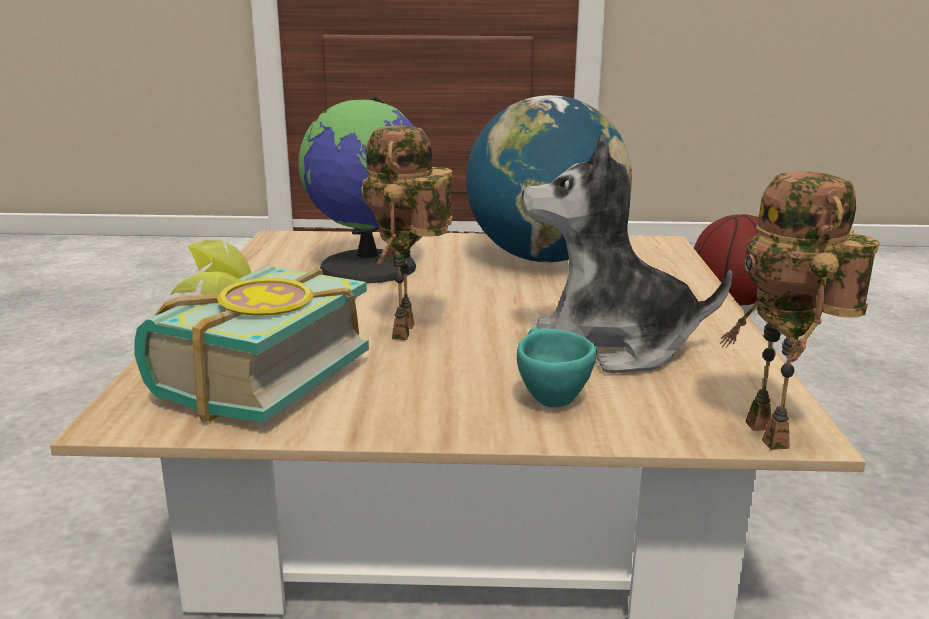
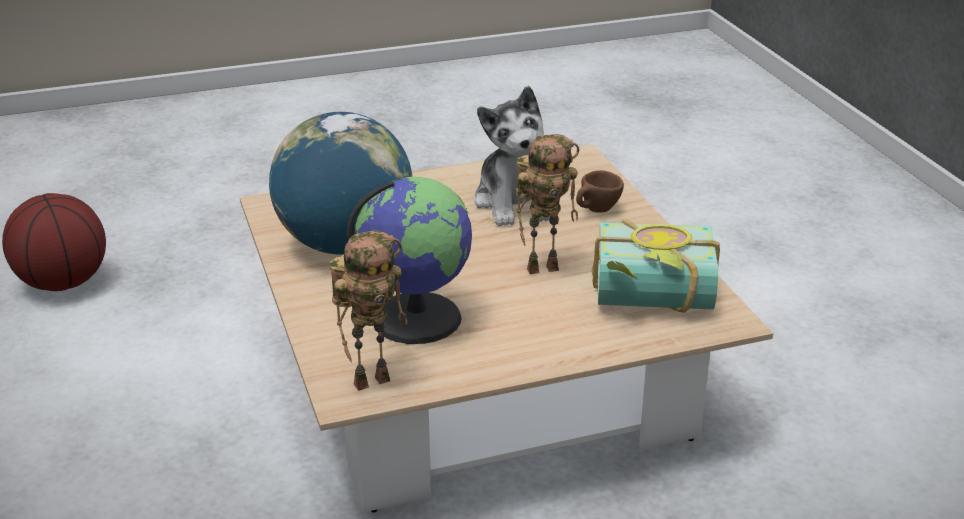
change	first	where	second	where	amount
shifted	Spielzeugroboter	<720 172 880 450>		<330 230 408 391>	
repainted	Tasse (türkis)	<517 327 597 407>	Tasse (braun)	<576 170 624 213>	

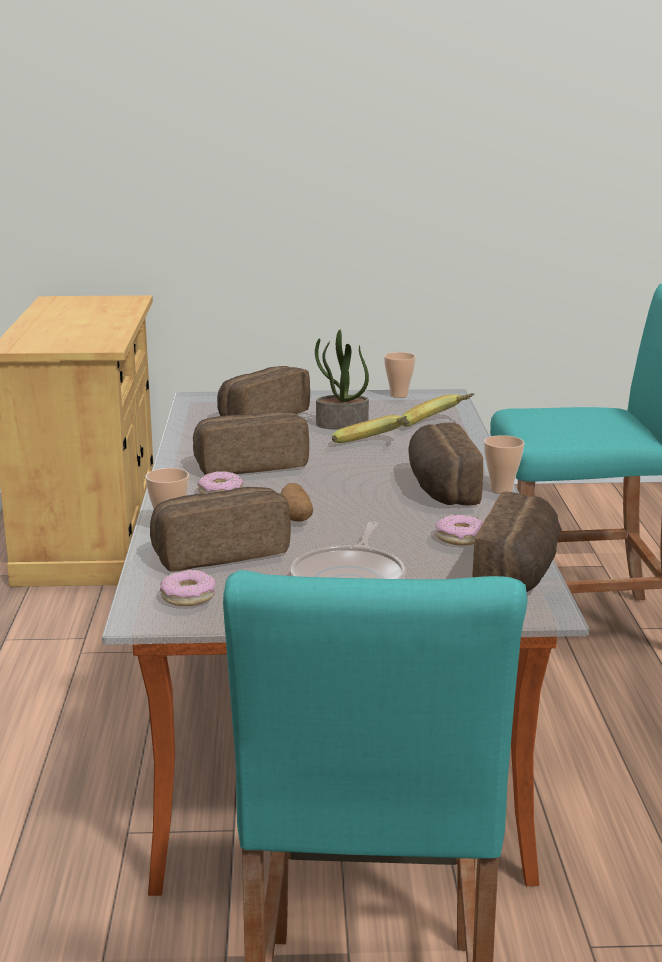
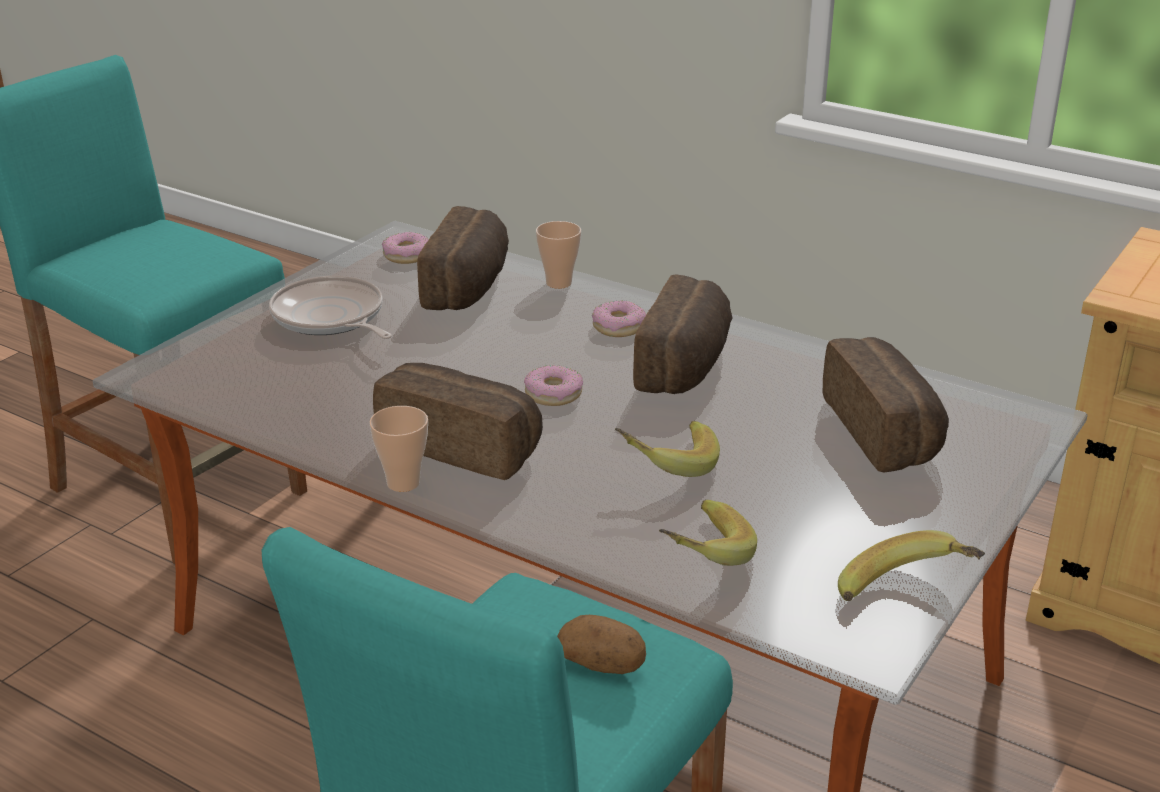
change	first	where	second	where	amount
gone	Topfpflanze	<315 330 369 429>			
swapped	Tasse	<384 352 416 398>	Banane	<838 530 985 601>	
shifted	Kartoffel	<281 483 313 521>		<557 615 646 674>	
gone	Brot	<472 492 562 592>			
shifted	Donut	<436 514 483 546>		<524 365 583 406>	

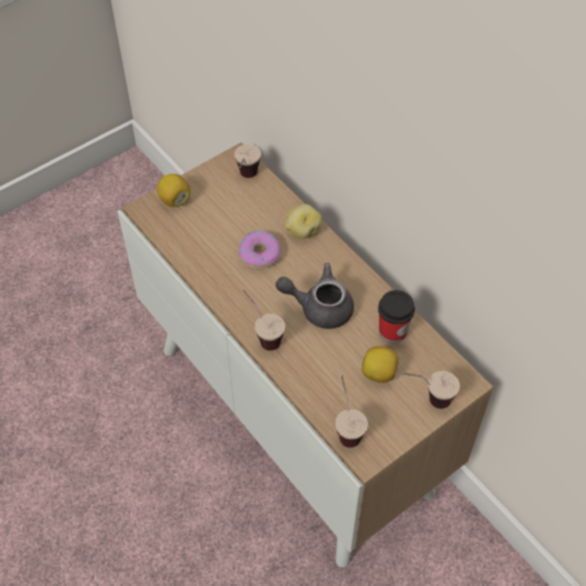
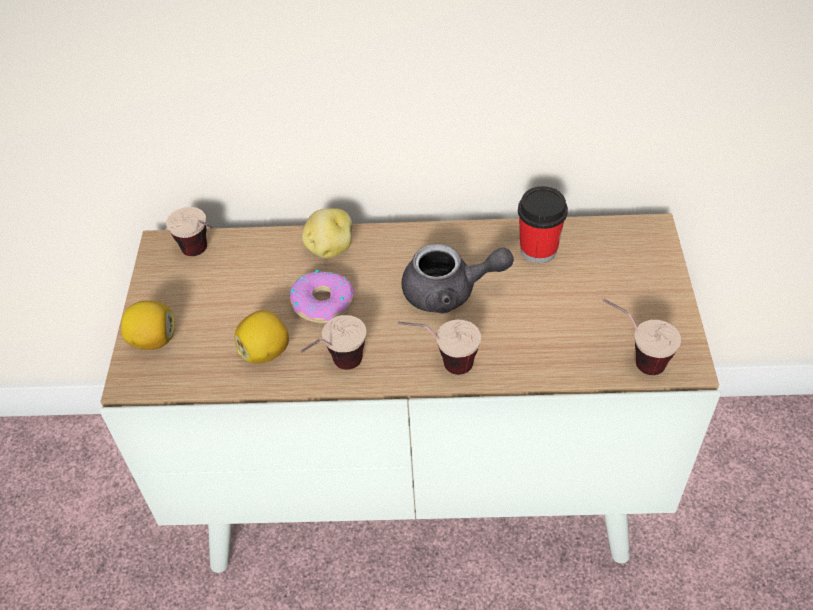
change	first	where	second	where	amount
rotated	Teekanne (grau)	<276 263 354 329>		<402 244 514 314>	135 degrees counterclockwise
shifted	Zitrone	<362 346 399 383>		<235 310 289 363>	
shifted	Tasse	<403 371 460 409>		<300 315 366 370>	

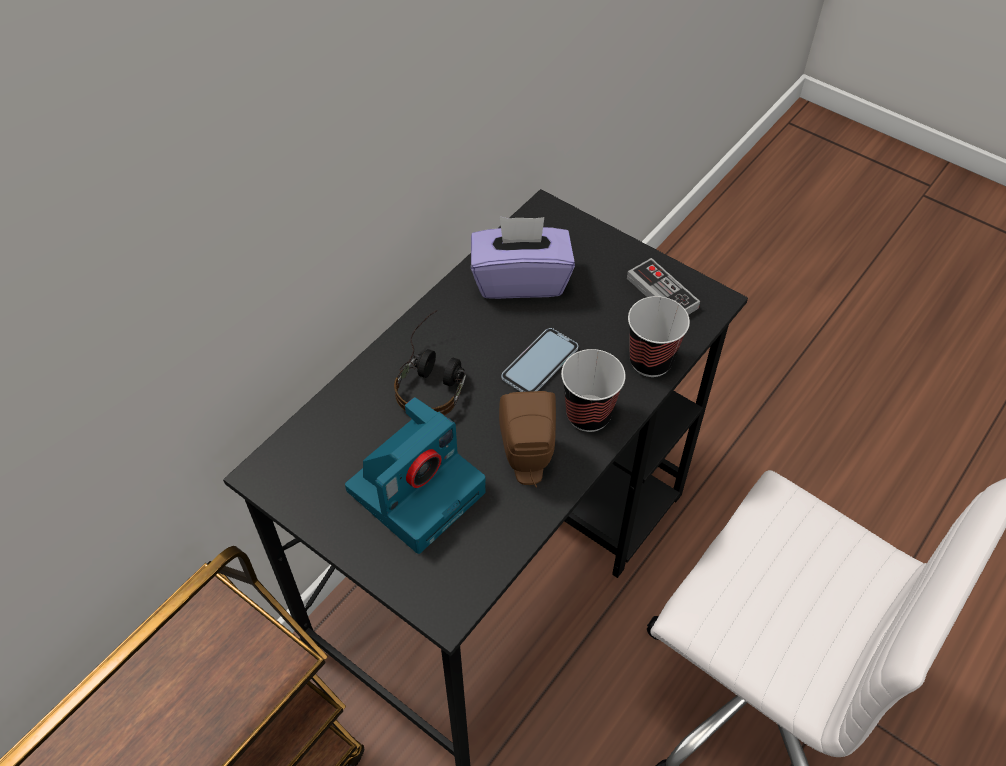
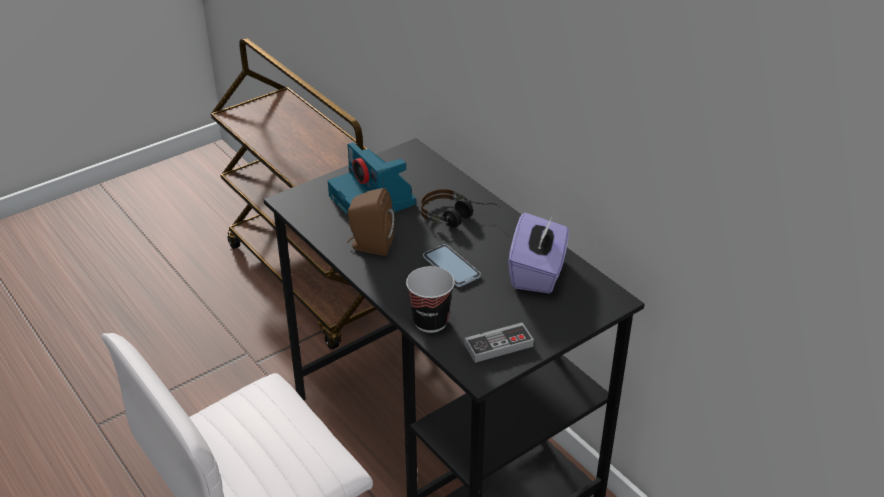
change	first	where	second	where	amount
gone	Tasse	<561 349 626 432>			

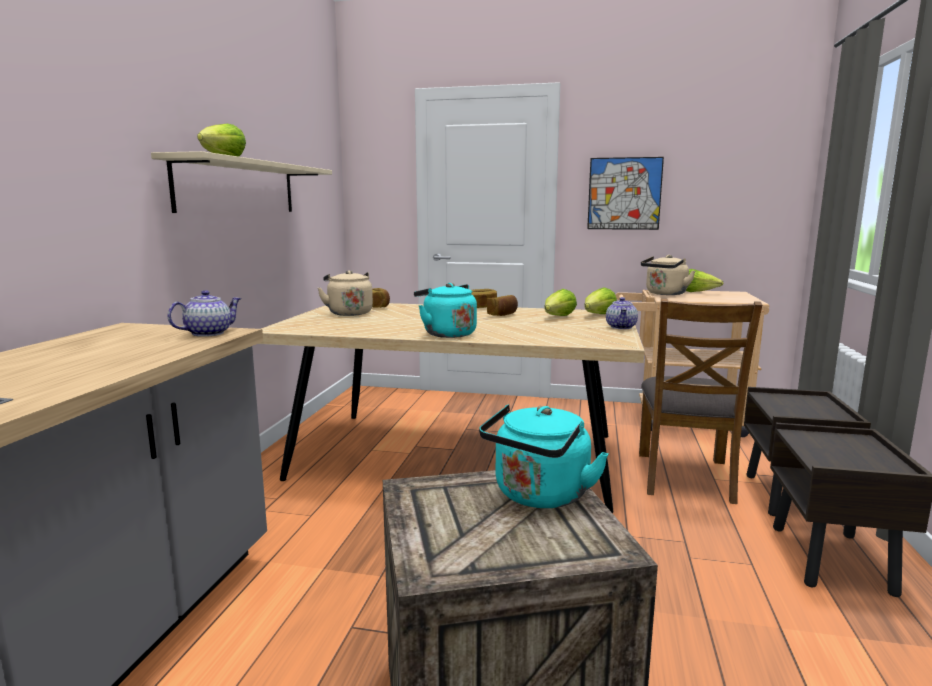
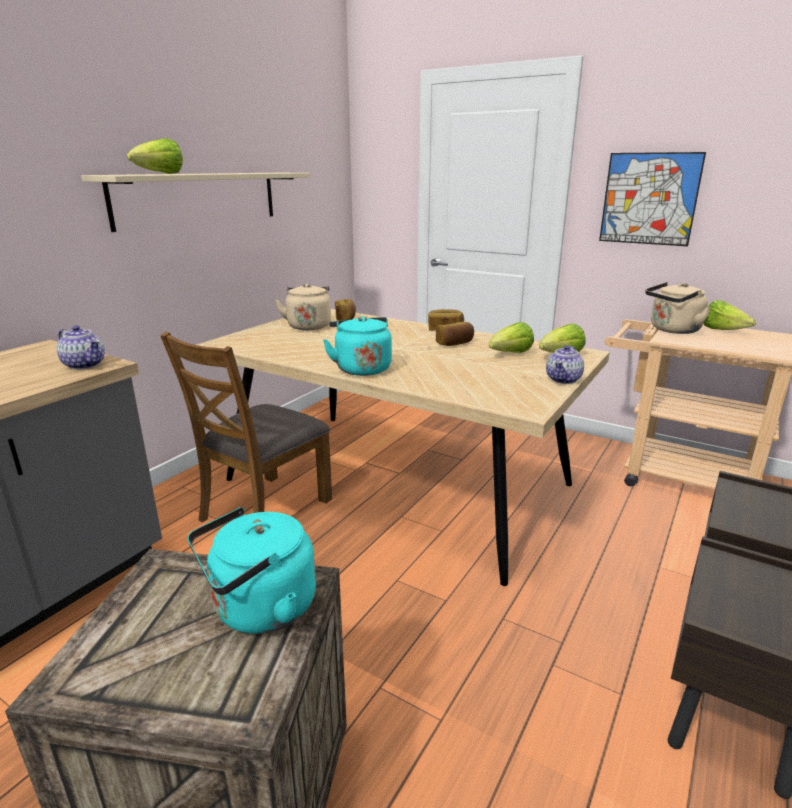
change	first	where	second	where	amount
rotated	Teekanne	<167 290 242 337>		<56 325 105 370>	60 degrees clockwise
shifted	Stuhl (braun)	<639 298 762 504>		<160 332 332 522>	

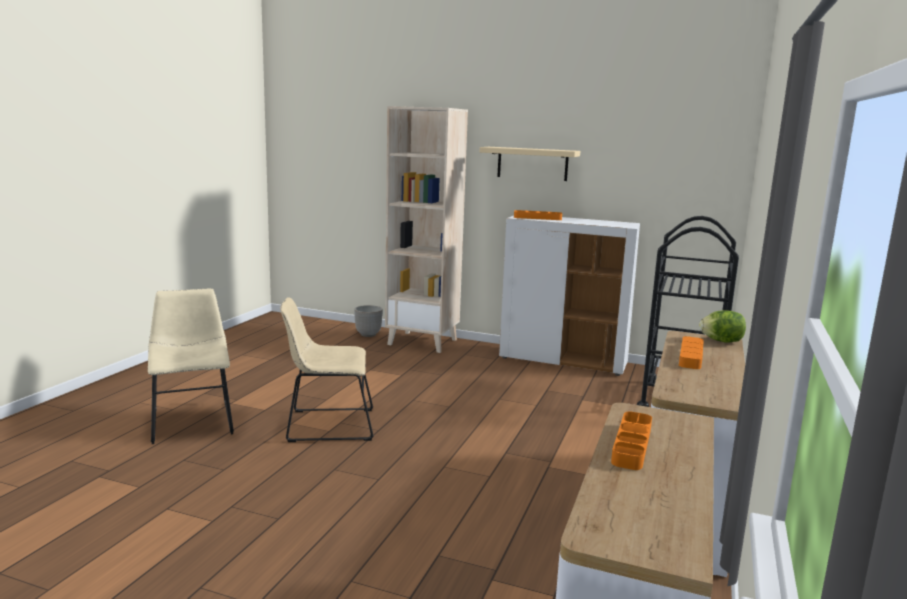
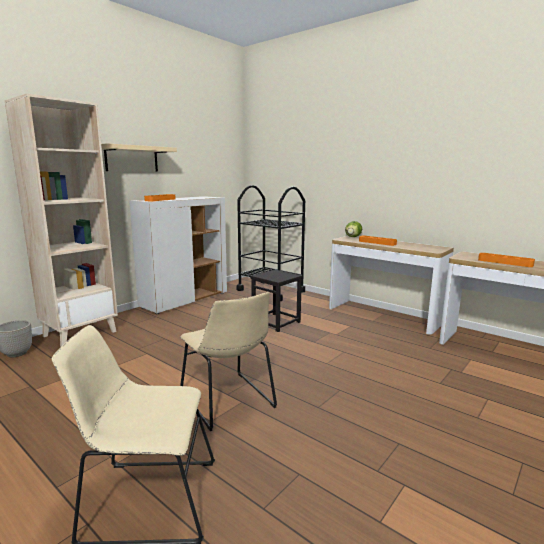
change	first	where	second	where	amount
rotated	Stuhl (beige)	<280 297 374 442>		<180 292 277 431>	45 degrees counterclockwise
new			Hocker (schwarz)	<251 270 303 332>	

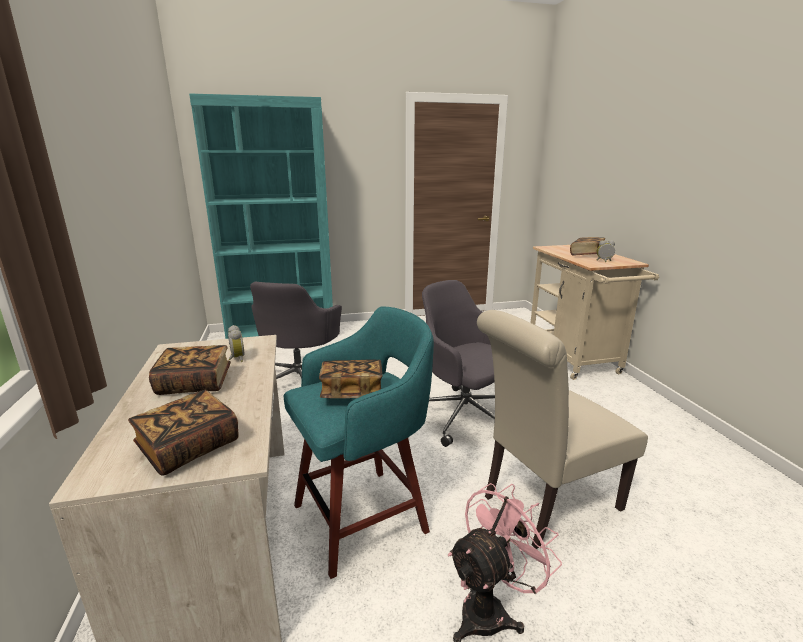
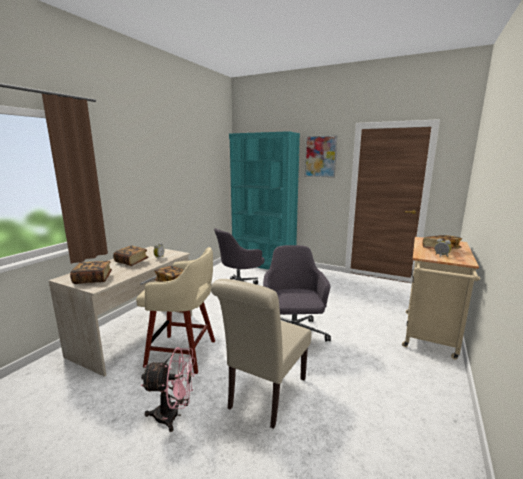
change	first	where	second	where	amount
repainted	Hocker (türkis)	<283 307 434 579>	Hocker (beige)	<136 247 215 374>	
rotated	Stuhl (beige)	<477 310 648 549>		<211 279 311 429>	75 degrees counterclockwise
new			Bild	<305 135 337 178>	

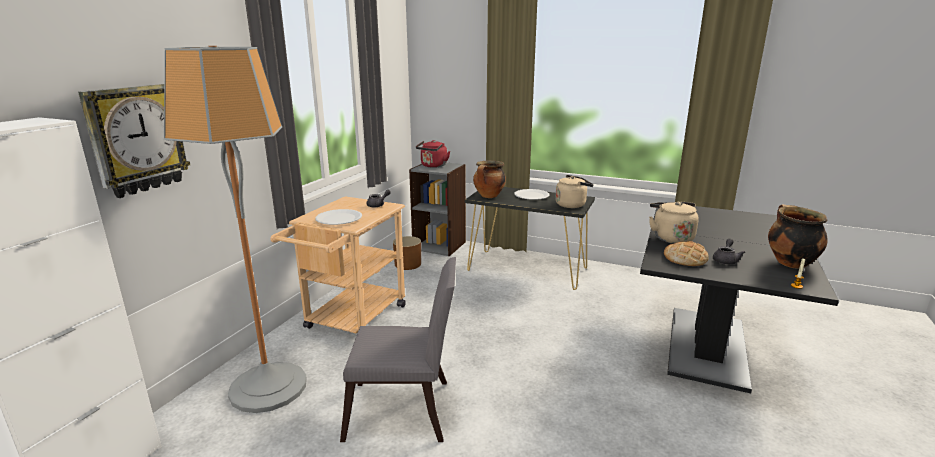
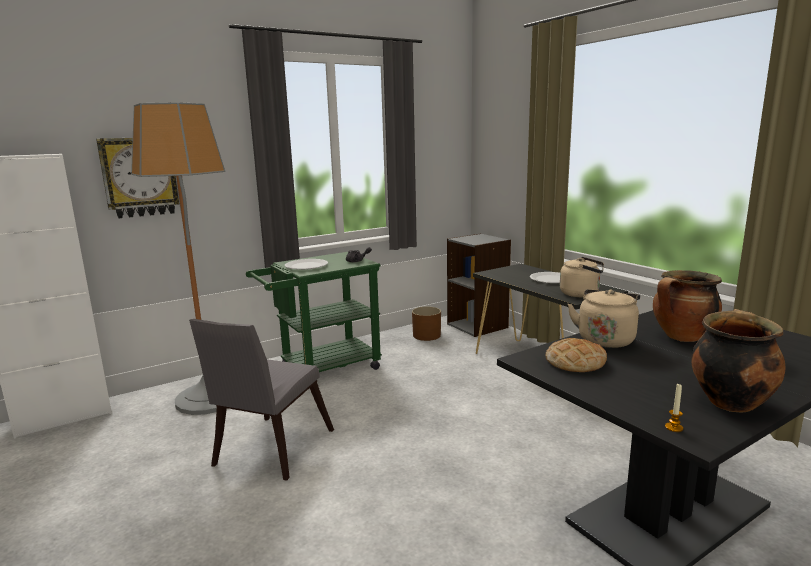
change	first	where	second	where	amount
gone	Wasserkessel (rot)	<416 140 450 168>			
shifted	Kochtopf	<473 160 506 198>		<653 270 722 342>	
repainted	Rollwagen (beige)	<270 196 406 333>	Rollwagen (grün)	<246 252 382 372>	
gone	Teekanne (grau)	<713 238 745 264>			
rotated	Stuhl (grau)	<340 257 456 442>		<189 319 334 481>	75 degrees clockwise

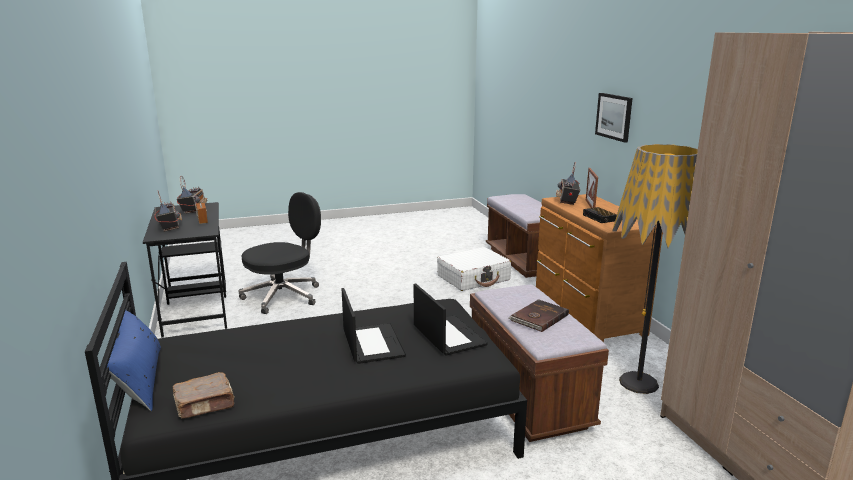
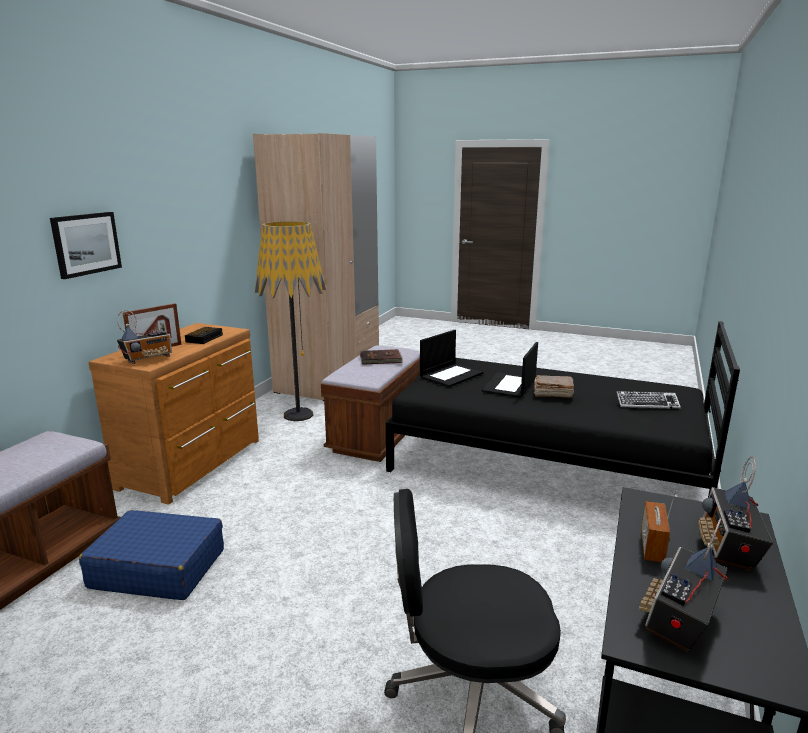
change	first	where	second	where	amount
repainted	Koffer (weiß)	<437 247 511 291>	Koffer (blau)	<79 510 224 600>	
rotated	Laptop	<414 284 488 356>		<420 330 483 387>	150 degrees counterclockwise
gone	Kissen (blau)	<107 307 161 411>			
shifted	Buch (braun)	<173 372 235 419>		<534 375 574 398>	
new			Tastatur	<616 391 681 409>	

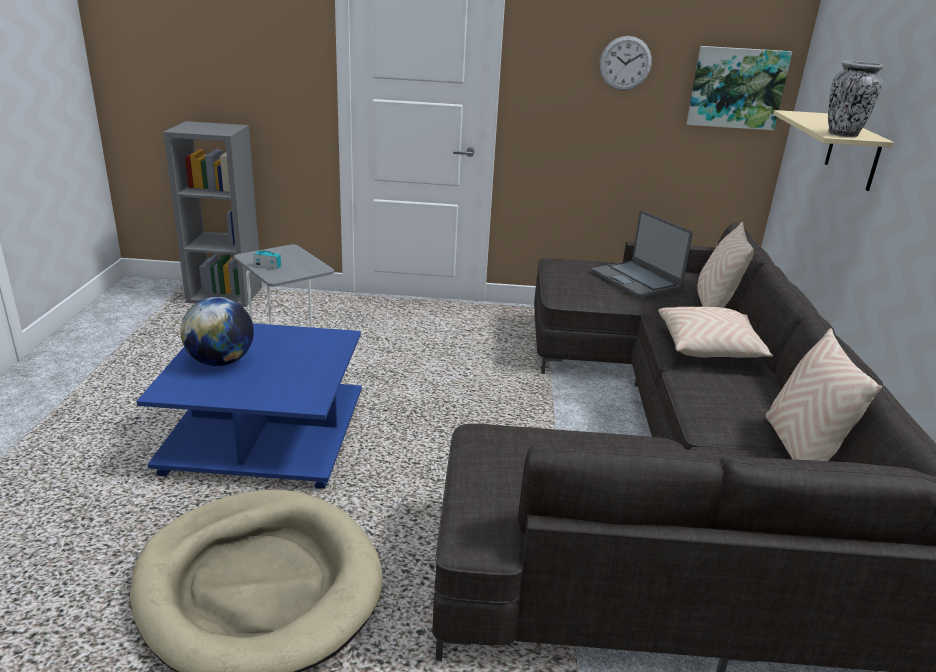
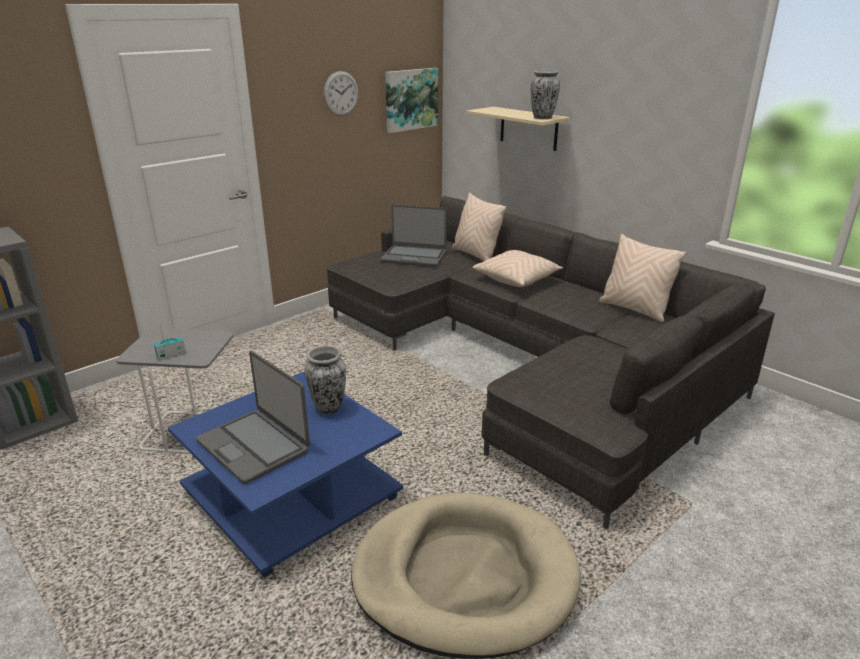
change	first	where	second	where	amount
swapped	Globus	<180 297 254 366>	Laptop	<196 351 310 484>	
new			Vase	<304 346 346 414>	

